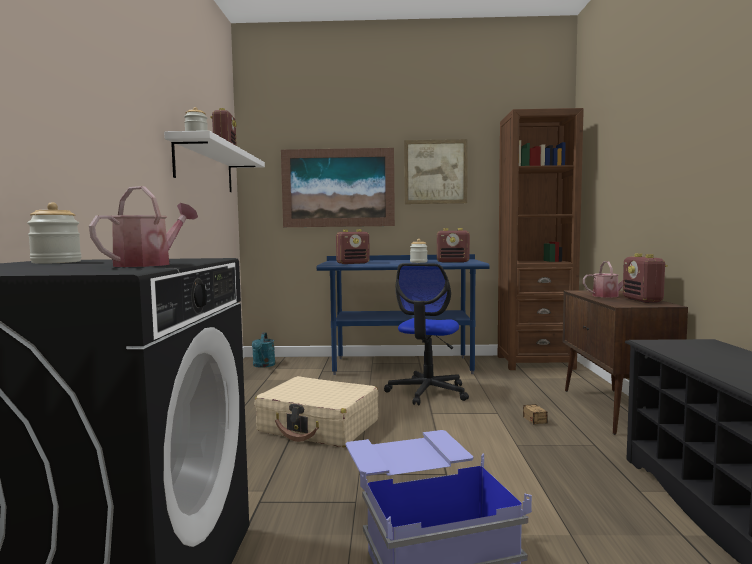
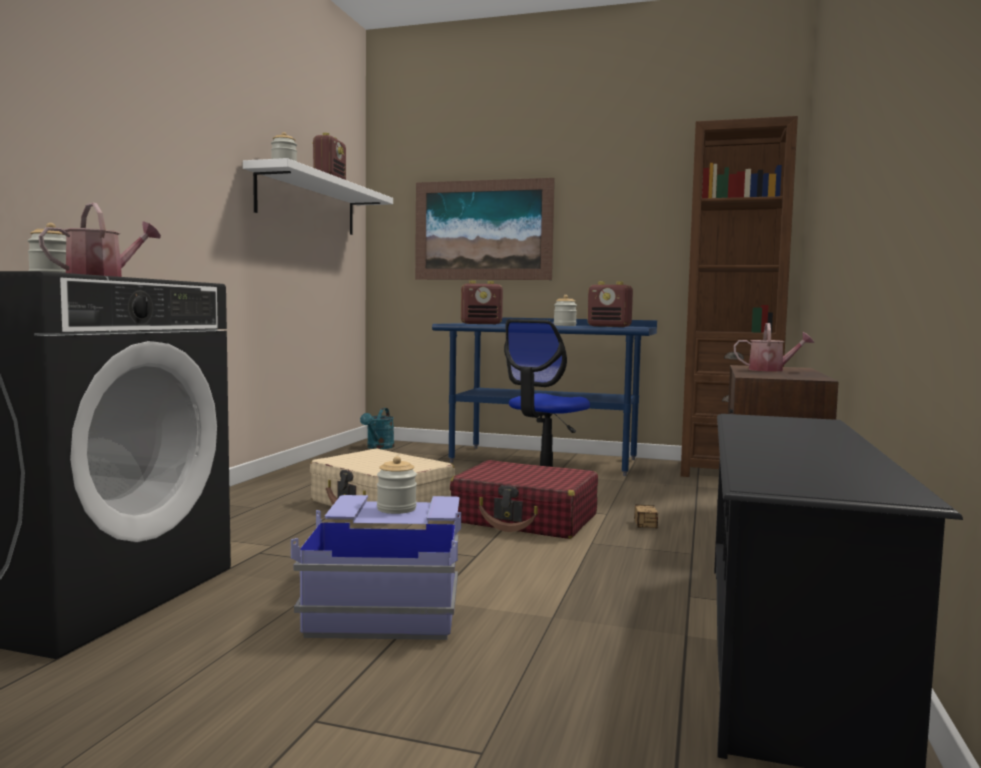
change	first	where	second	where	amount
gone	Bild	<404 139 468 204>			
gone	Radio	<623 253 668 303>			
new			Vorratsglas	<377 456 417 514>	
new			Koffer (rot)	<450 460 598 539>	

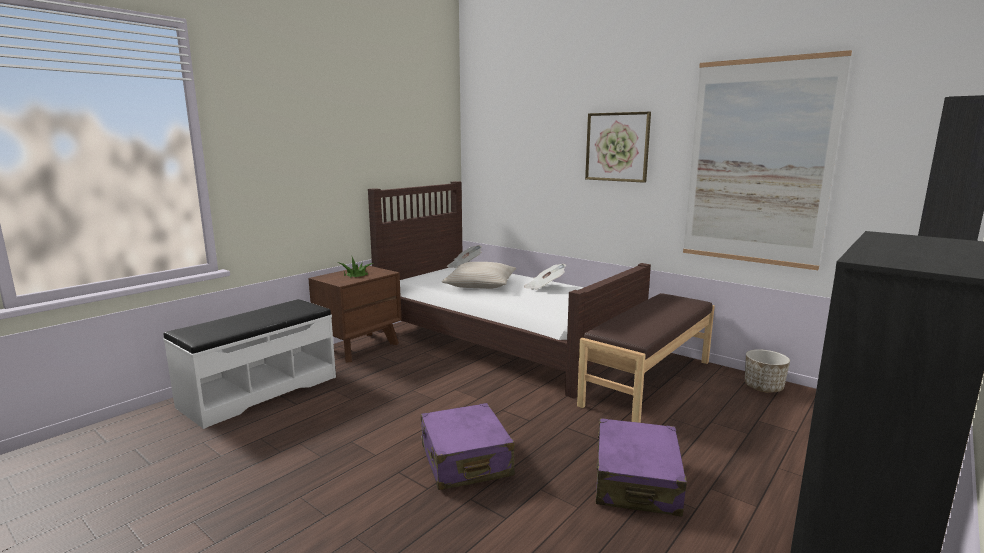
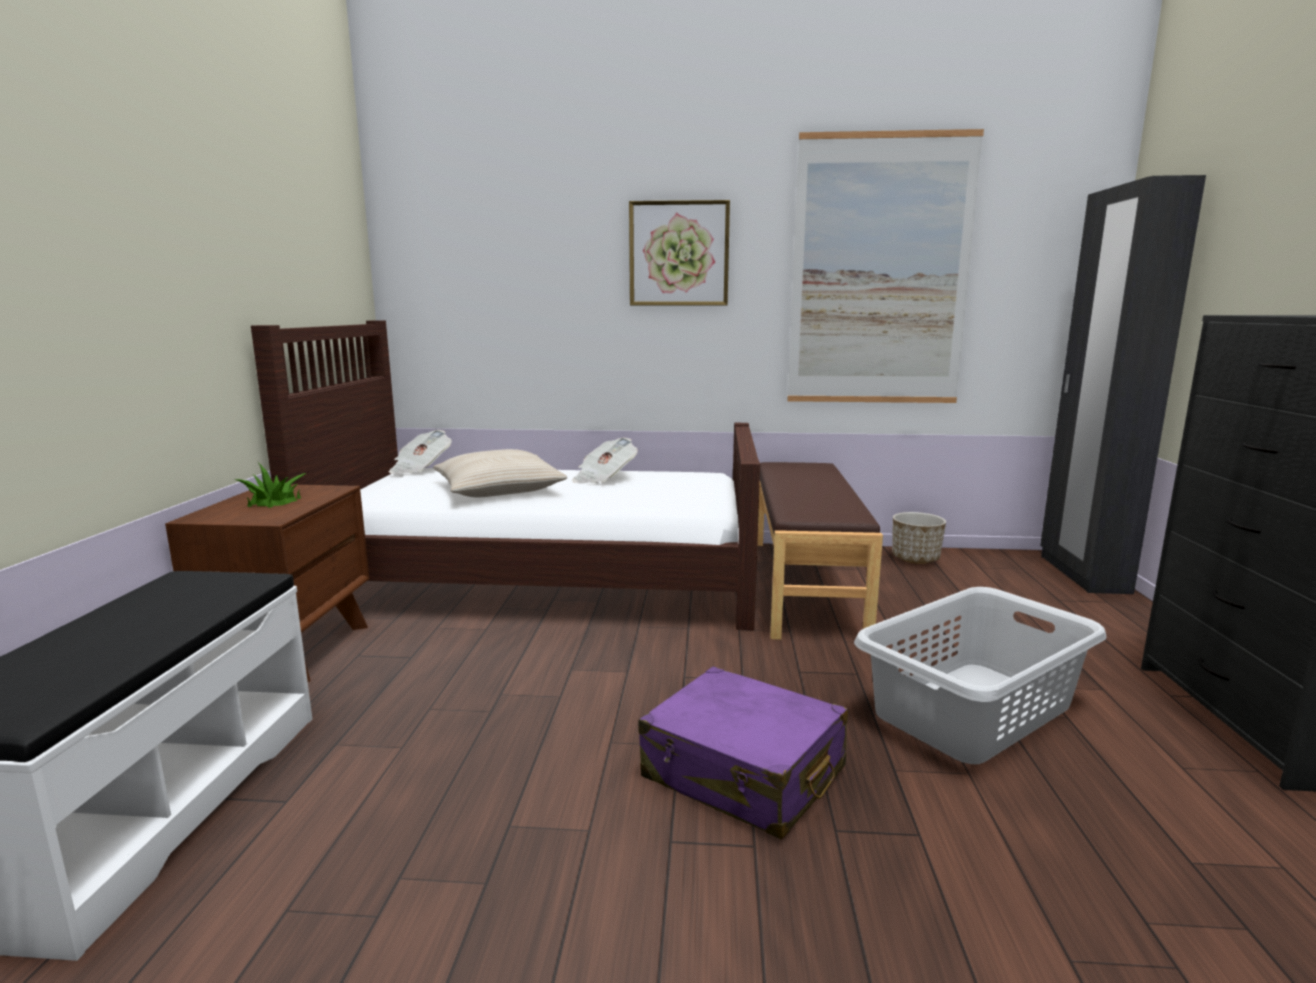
change	first	where	second	where	amount
swapped	Koffer (lila)	<596 418 687 517>	Wäschekorb (grau)	<854 587 1107 764>	

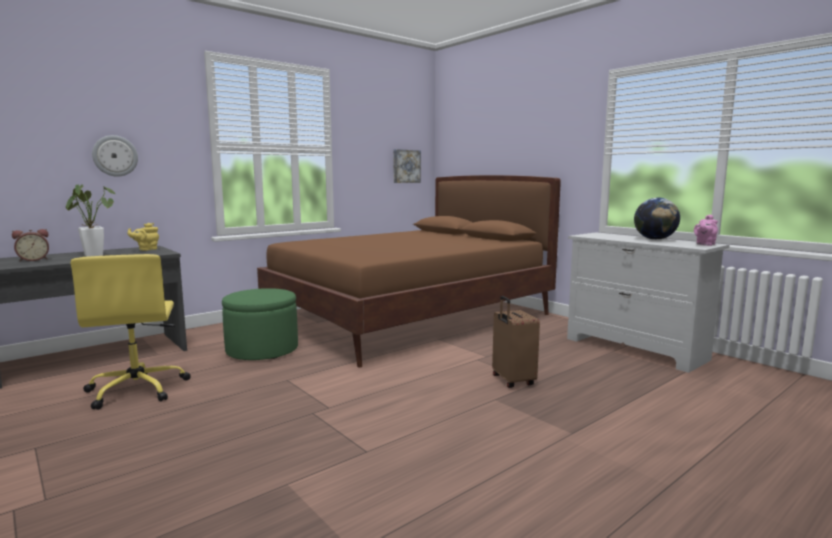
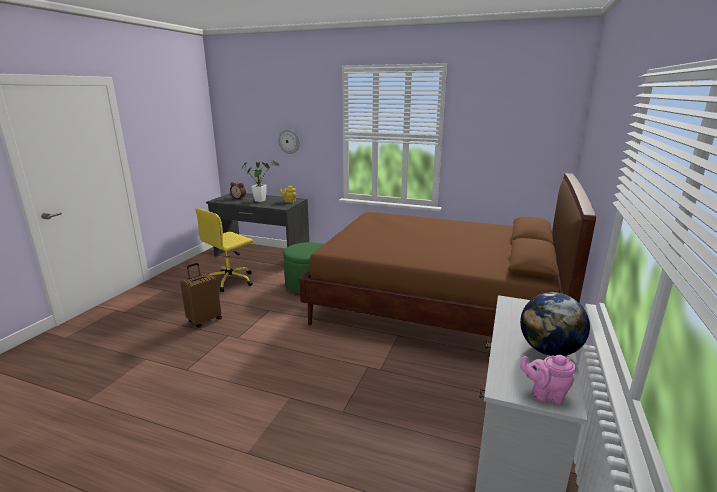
change	first	where	second	where	amount
gone	Bild	<393 149 421 183>			
shifted	Koffer (braun)	<492 296 540 388>		<180 263 222 328>	

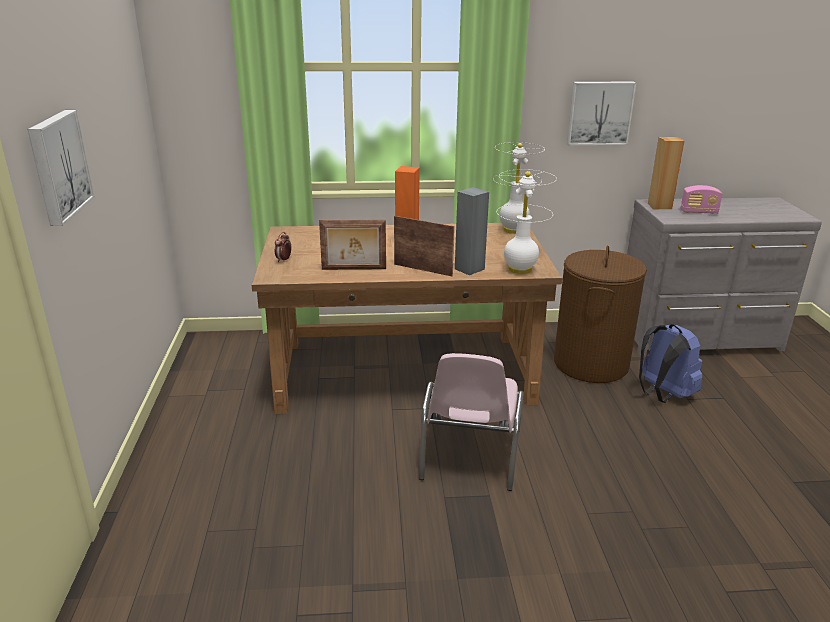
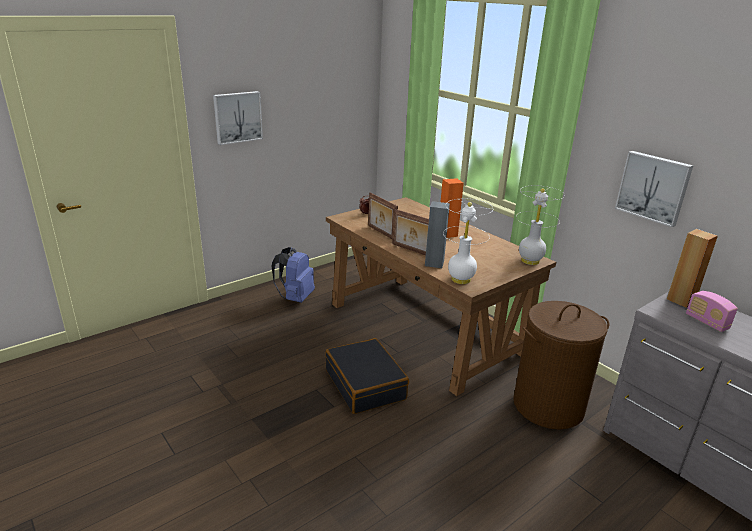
change	first	where	second	where	amount
rotated	Bilderrahmen	<394 216 454 276>		<392 209 429 255>	135 degrees clockwise
shifted	Rucksack (blau)	<639 324 702 403>		<272 247 315 303>	
swapped	Stuhl (rosa)	<419 353 524 491>	Koffer (schwarz)	<325 338 409 414>	

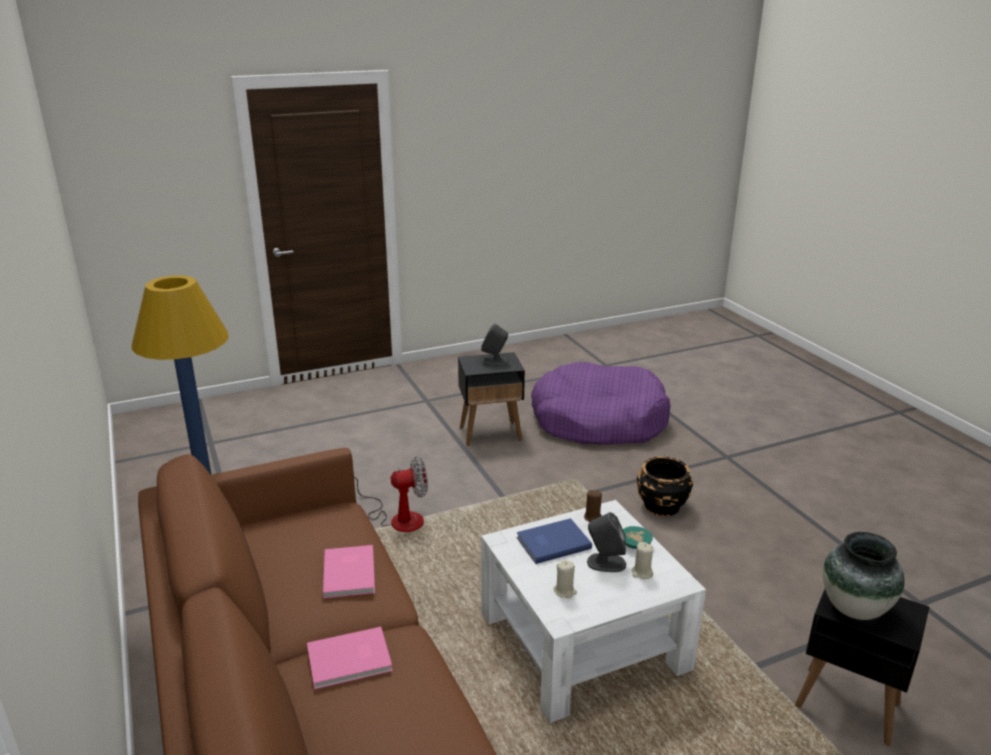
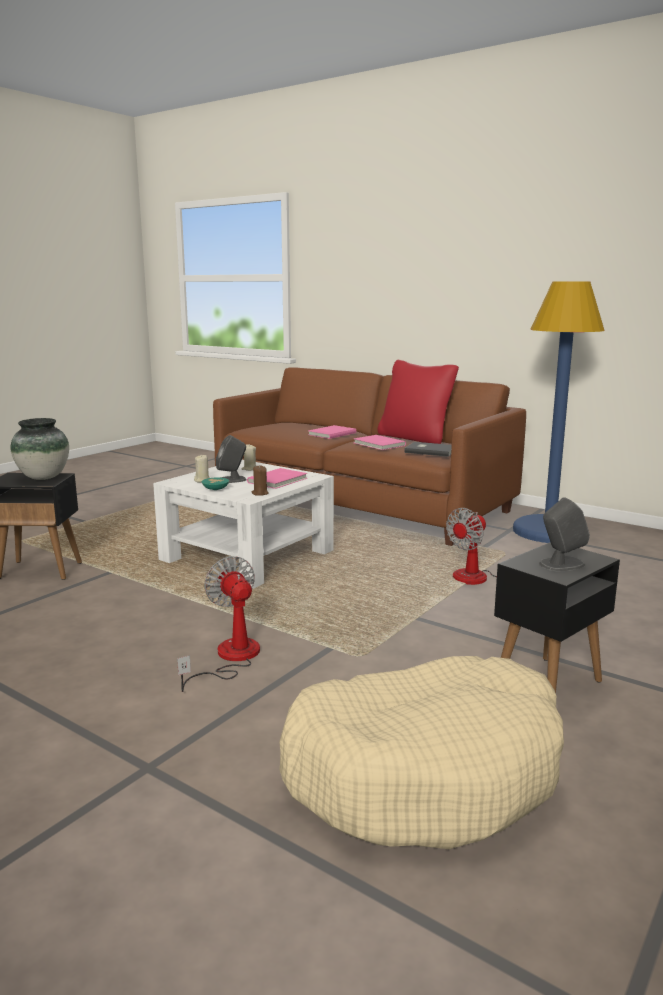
change	first	where	second	where	amount
repainted	Hundebett (lila)	<531 362 671 445>	Hundebett (beige)	<279 656 564 849>	
swapped	Pflanzkübel (schwarz)	<637 456 693 516>	Ventilator	<177 556 260 692>	
repainted	Buch (blau)	<516 518 592 564>	Buch (rosa)	<247 468 308 489>	
new			Kissen (rot)	<377 360 459 444>	
new			Buch (grau)	<404 442 452 457>	

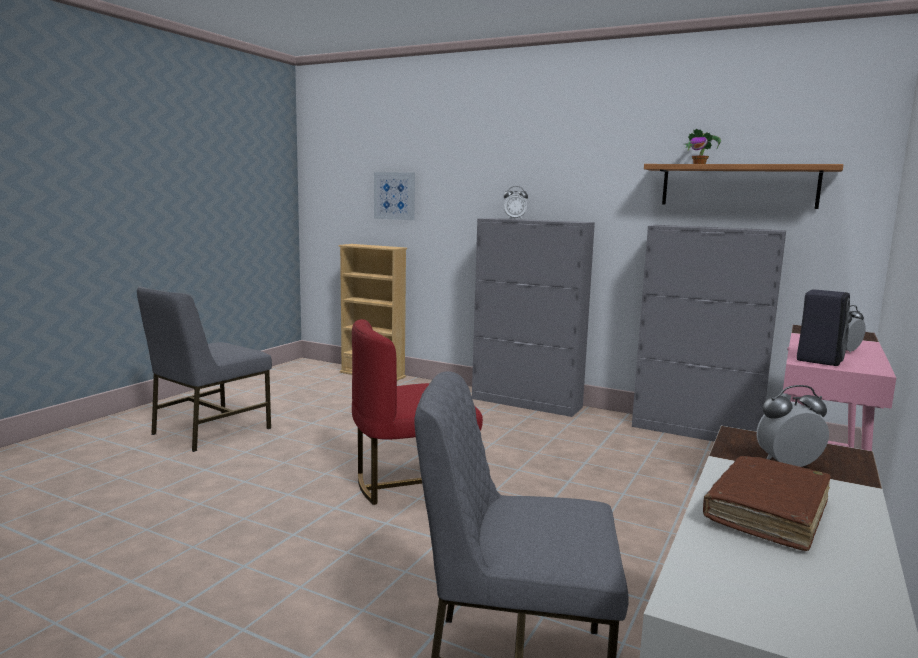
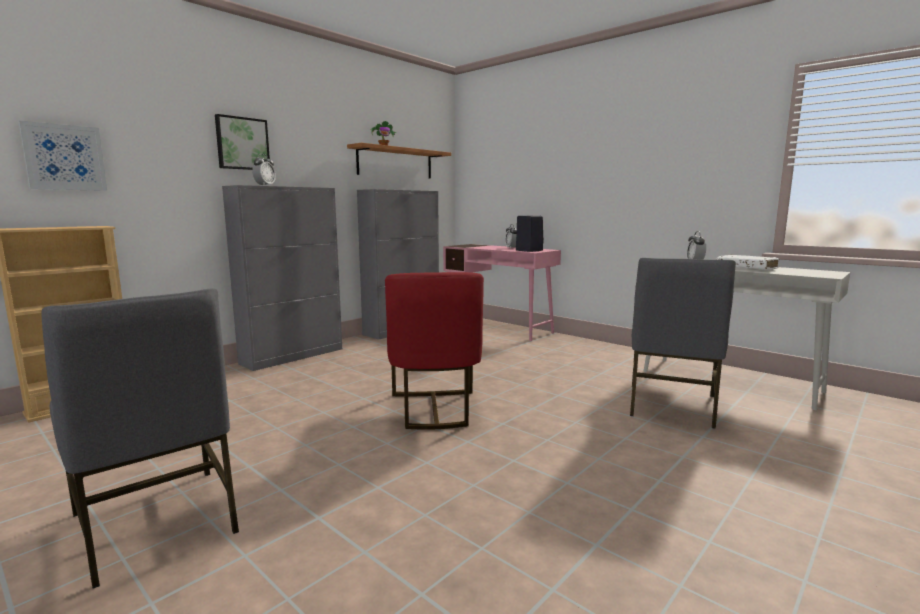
change	first	where	second	where	amount
repainted	Buch (braun)	<703 456 831 551>	Buch (weiß)	<716 254 779 270>	
new			Bild	<215 114 270 170>	

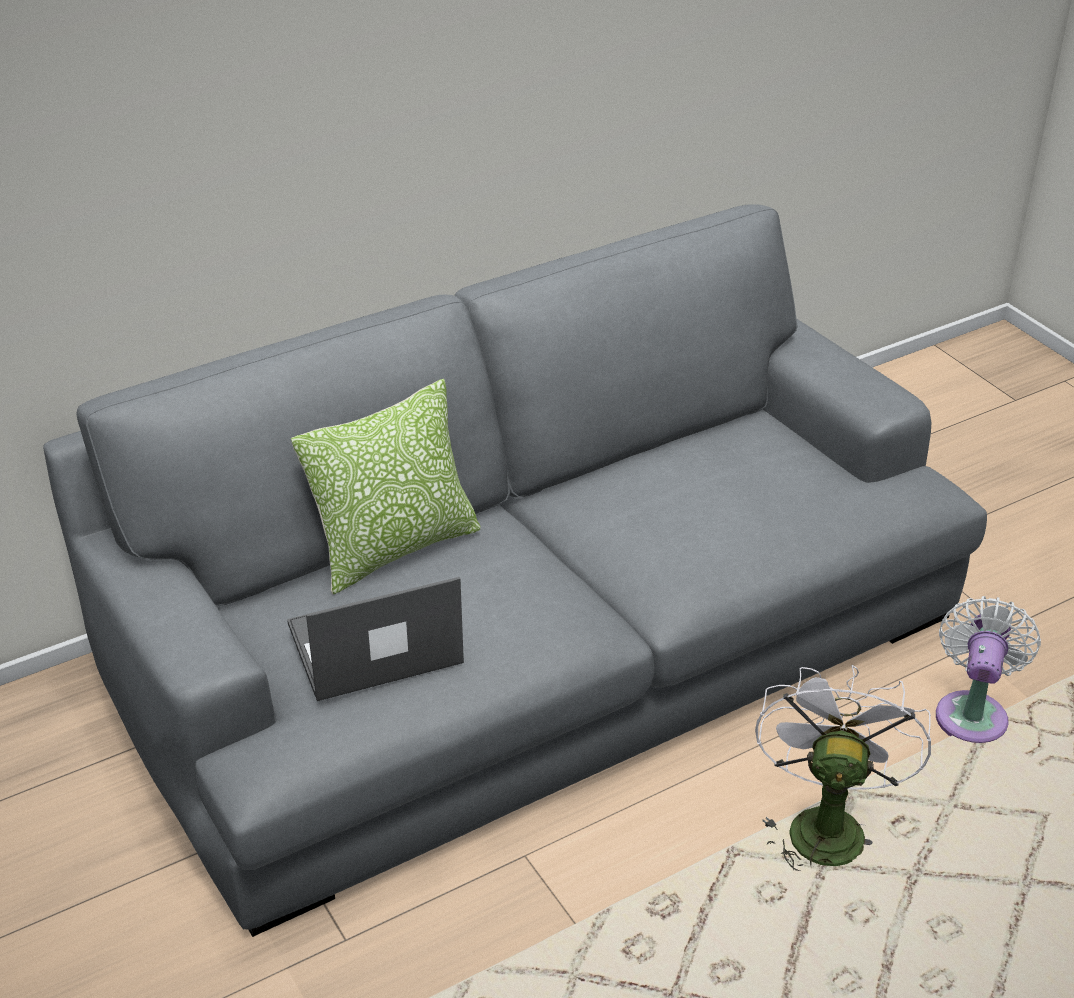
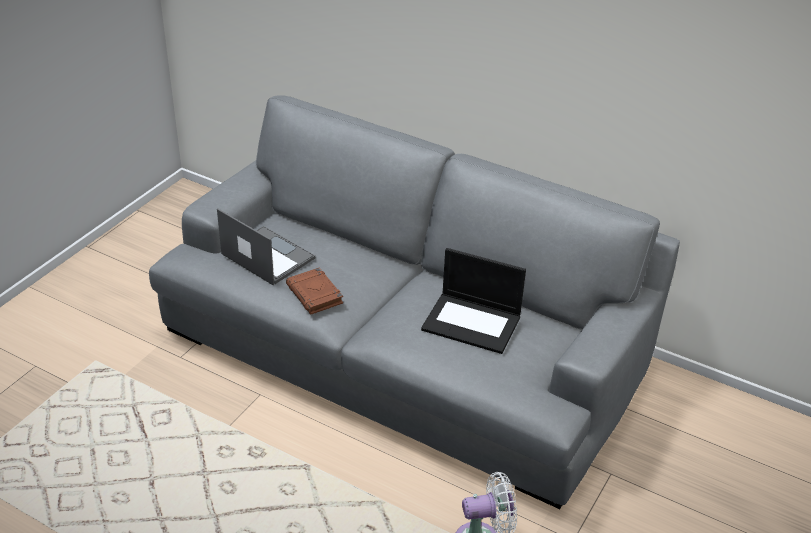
change	first	where	second	where	amount
gone	Kissen	<291 379 480 595>			
gone	Ventilator (weiß)	<755 665 931 871>			
new			Laptop	<421 248 526 354>	
new			Buch (braun)	<286 268 343 314>	

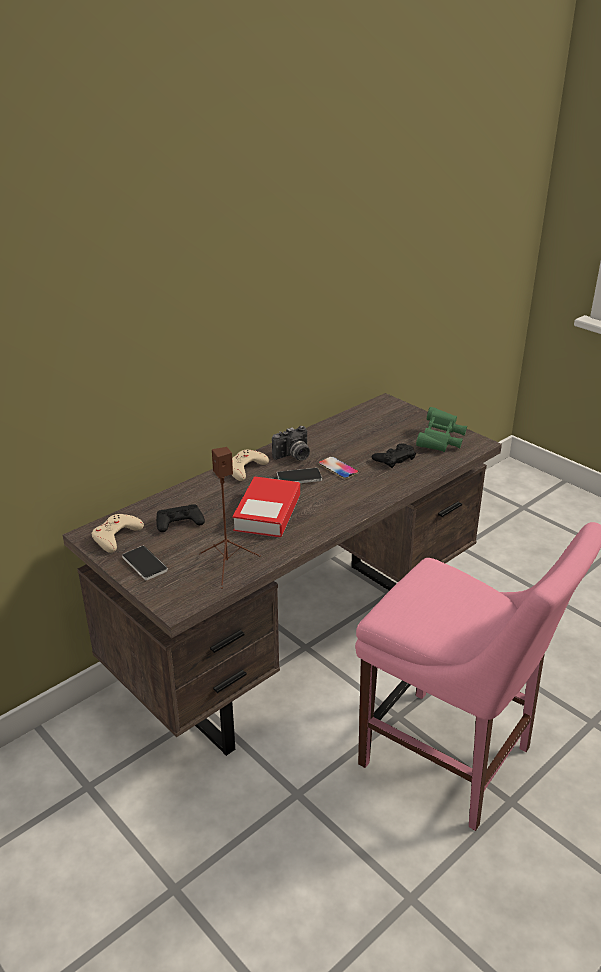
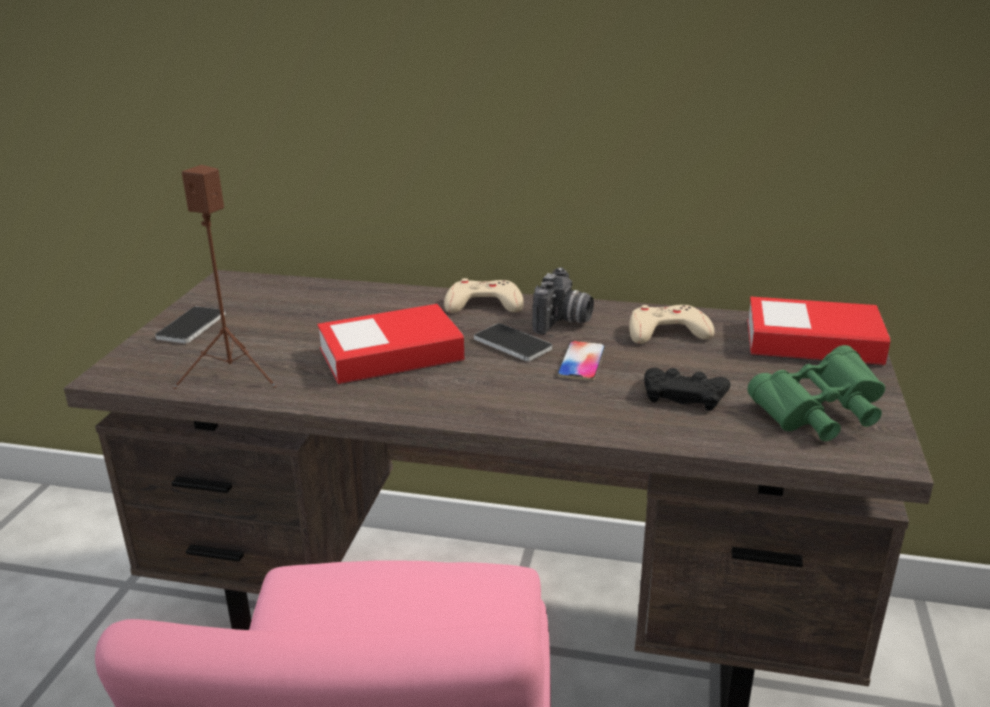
change	first	where	second	where	amount
rotated	Kamera	<272 426 310 461>		<532 267 594 334>	90 degrees counterclockwise
gone	Gamepad (schwarz)	<156 504 205 532>			
shifted	Gamepad (beige)	<91 514 144 553>		<629 305 714 344>	
new			Buch	<747 296 890 365>	

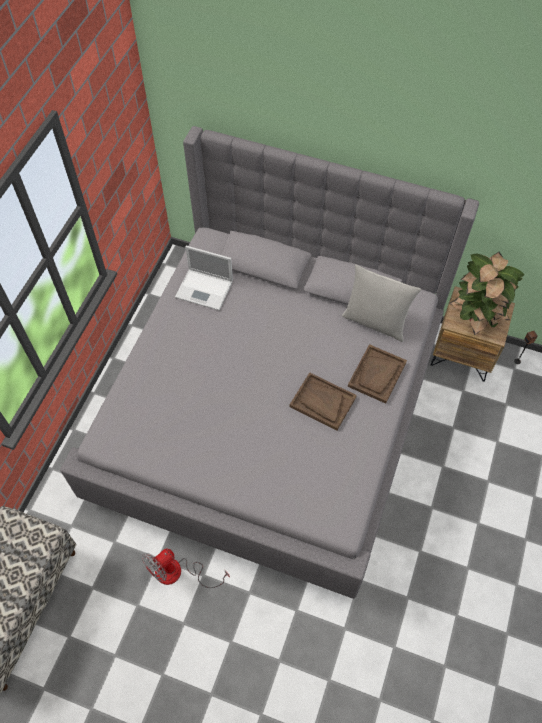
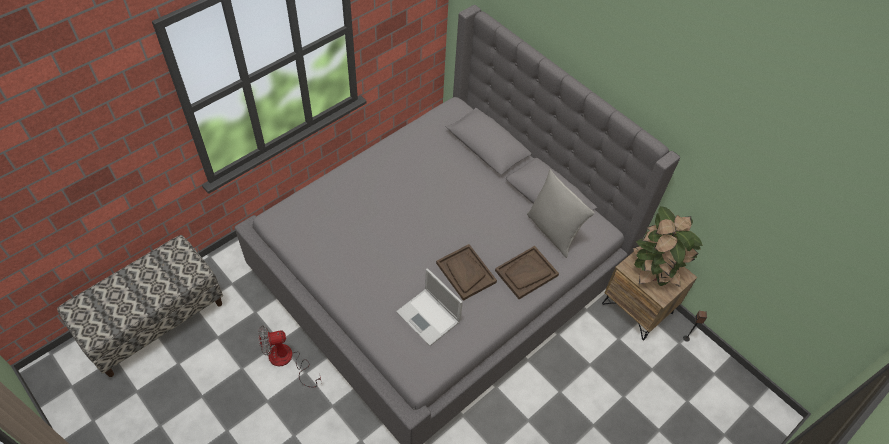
change	first	where	second	where	amount
shifted	Laptop	<175 246 233 311>		<396 268 463 346>	

